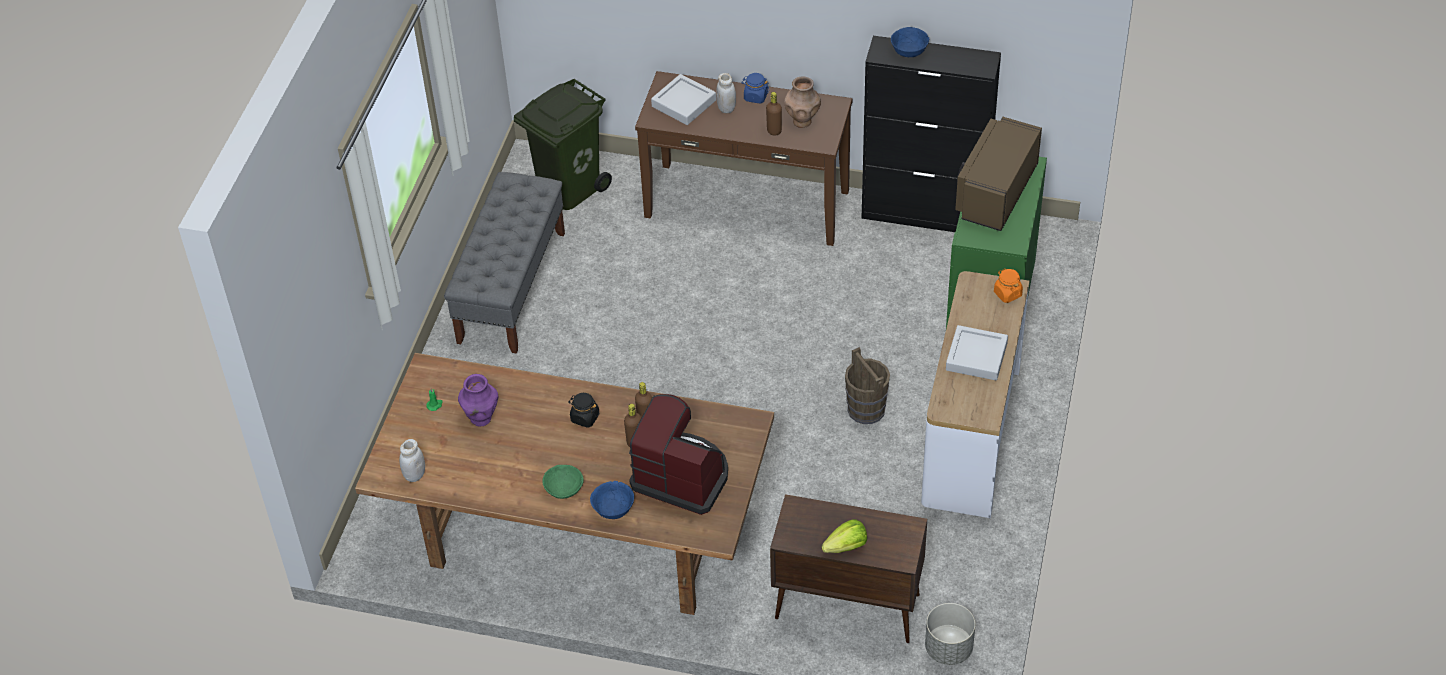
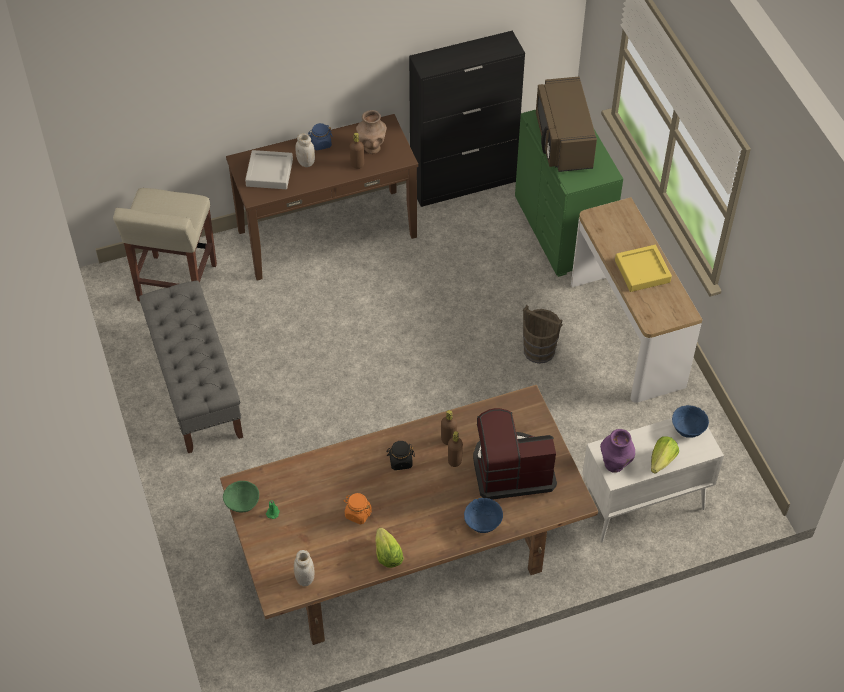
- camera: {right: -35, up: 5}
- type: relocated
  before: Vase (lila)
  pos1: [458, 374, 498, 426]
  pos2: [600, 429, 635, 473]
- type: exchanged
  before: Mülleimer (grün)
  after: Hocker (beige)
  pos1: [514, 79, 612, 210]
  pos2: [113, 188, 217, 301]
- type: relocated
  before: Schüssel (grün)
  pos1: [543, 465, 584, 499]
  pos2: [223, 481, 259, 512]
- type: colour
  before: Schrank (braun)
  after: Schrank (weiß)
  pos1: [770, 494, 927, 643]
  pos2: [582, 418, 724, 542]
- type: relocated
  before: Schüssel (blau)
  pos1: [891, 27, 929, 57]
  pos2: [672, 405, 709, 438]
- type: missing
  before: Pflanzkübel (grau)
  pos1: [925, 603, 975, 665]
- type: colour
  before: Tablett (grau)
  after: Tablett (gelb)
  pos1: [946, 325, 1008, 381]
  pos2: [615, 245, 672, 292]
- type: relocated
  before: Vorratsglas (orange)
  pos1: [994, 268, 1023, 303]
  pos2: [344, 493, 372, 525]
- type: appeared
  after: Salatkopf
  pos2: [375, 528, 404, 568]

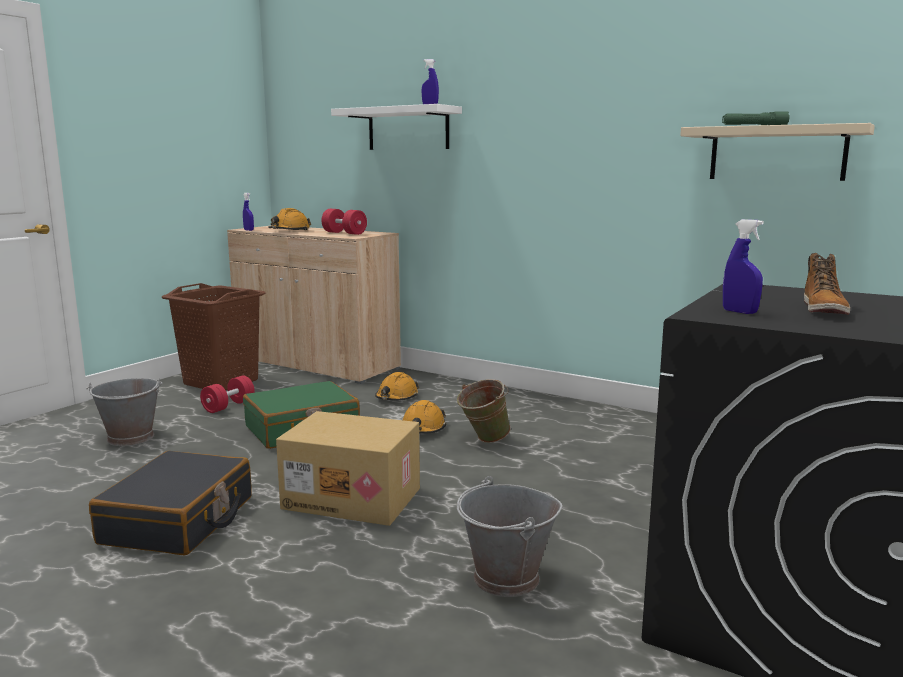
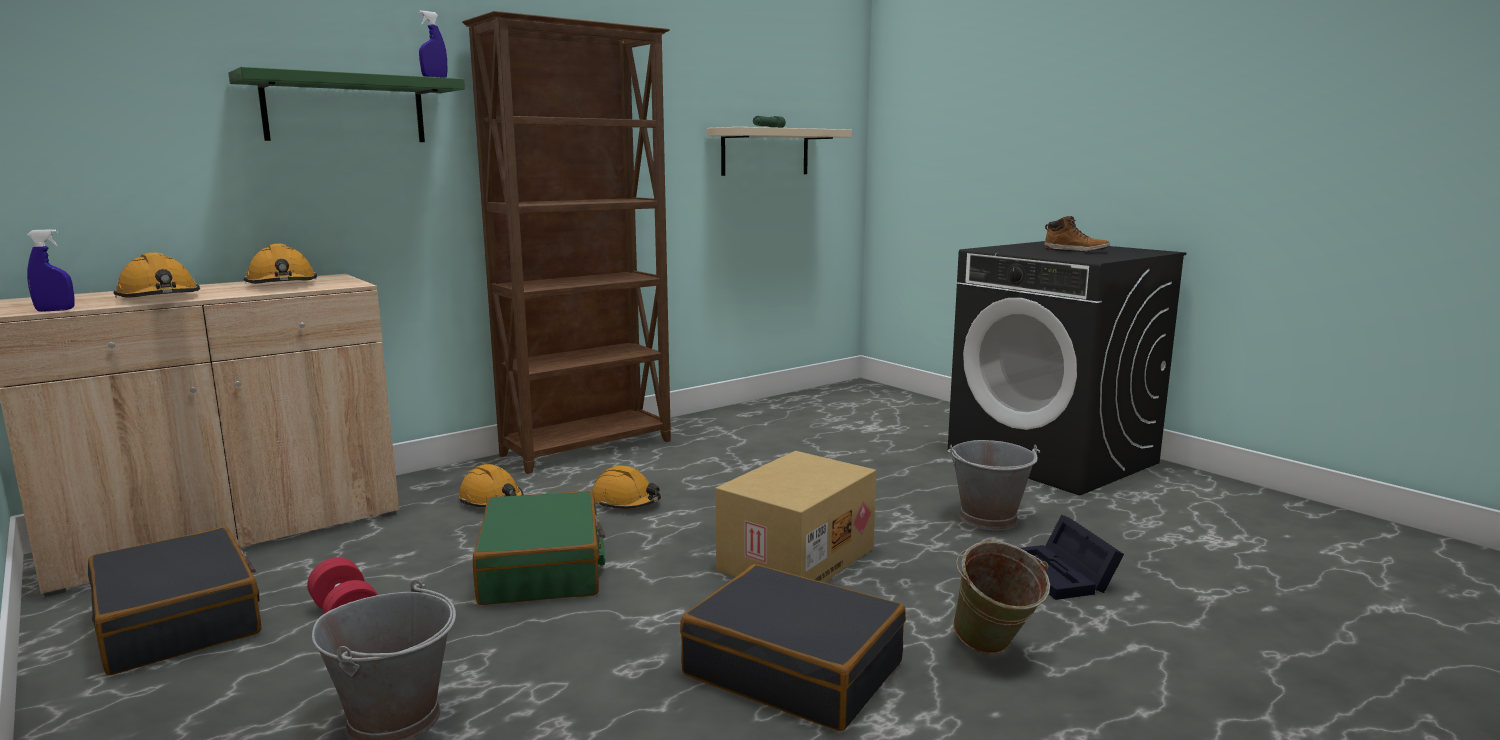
- camera: {right: -70, up: 0}
- type: exchanged
  before: Wäschekorb (braun)
  after: Koffer (schwarz)
  pos1: [162, 283, 265, 390]
  pos2: [88, 527, 261, 675]
- type: exchanged
  before: Hantel (rot)
  after: Schutzhelm (orange)
  pos1: [321, 209, 367, 235]
  pos2: [244, 244, 317, 284]
- type: colour
  before: Wandregal (weiß)
  after: Wandregal (grün)
  pos1: [331, 104, 462, 150]
  pos2: [228, 67, 465, 142]
- type: relocated
  before: Eimer (grün)
  pos1: [457, 379, 511, 443]
  pos2: [953, 541, 1050, 654]
- type: missing
  before: Sprühflasche (blau)
  pos1: [723, 219, 764, 314]
- type: appeared
  after: Bücherregal (braun)
  pos2: [462, 11, 671, 474]
- type: appeared
  after: Aufbewahrungsbox (schwarz)
  pos2: [1021, 515, 1124, 600]

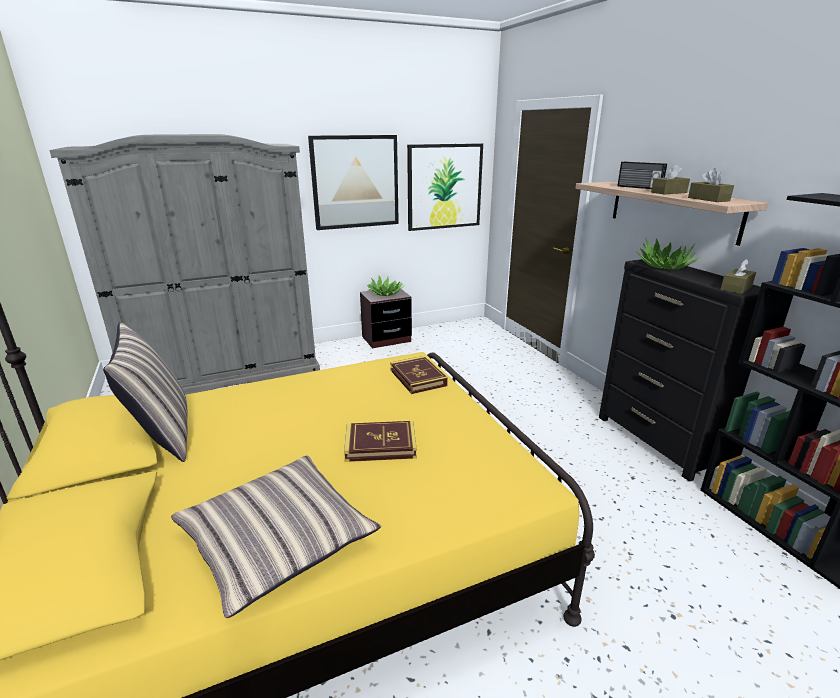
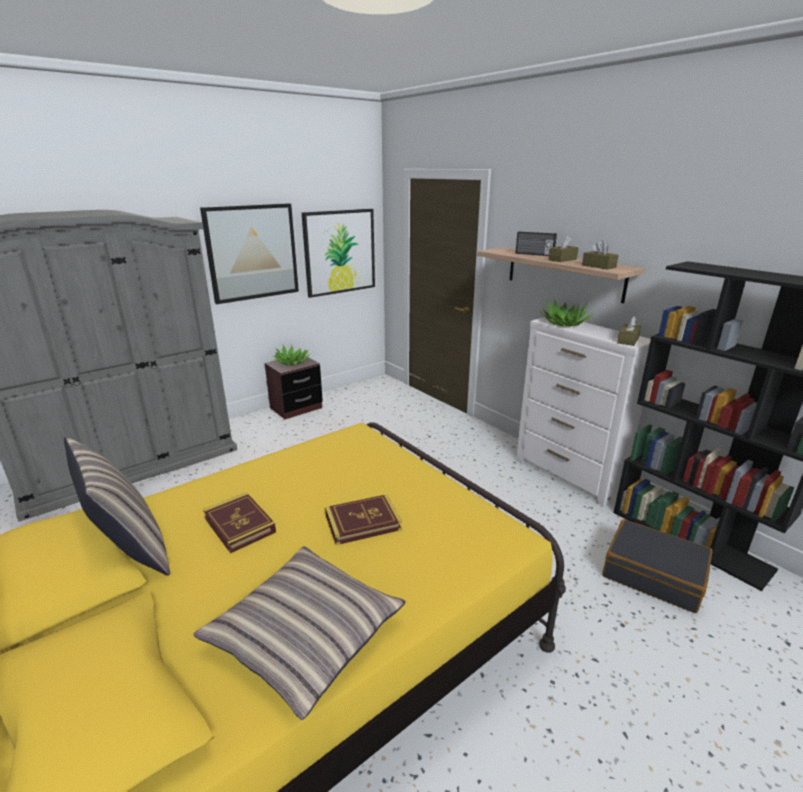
- camera: {right: -15, up: 0}
- type: relocated
  before: Buch
  pos1: [390, 356, 448, 394]
  pos2: [203, 492, 276, 553]
- type: colour
  before: Kommode (schwarz)
  after: Kommode (weiß)
  pos1: [599, 259, 761, 482]
  pos2: [516, 317, 651, 507]
- type: appeared
  after: Koffer (schwarz)
  pos2: [603, 519, 713, 613]

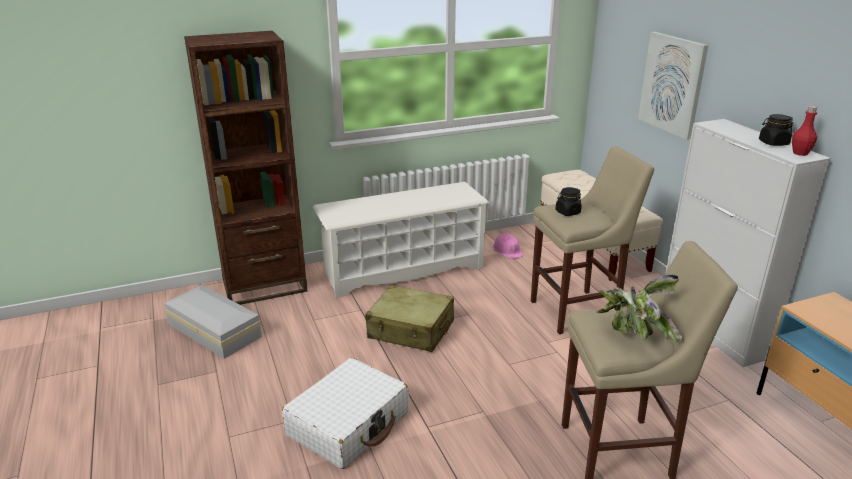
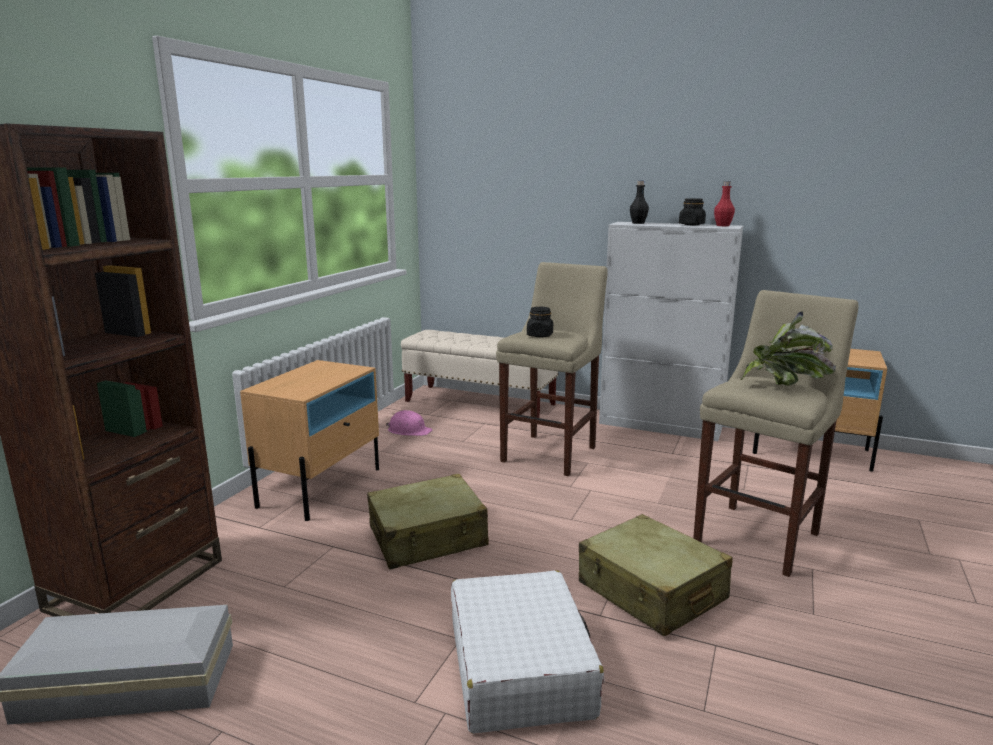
- camera: {right: -45, up: -10}
- type: exchanged
  before: Schuhregal (weiß)
  after: Nachttisch (beige)
  pos1: [313, 182, 490, 298]
  pos2: [240, 360, 379, 521]
- type: missing
  before: Bild
  pos1: [638, 32, 708, 140]
- type: appeared
  after: Koffer (beige)
  pos2: [579, 514, 733, 637]
- type: appeared
  after: Flasche (schwarz)
  pos2: [630, 181, 649, 224]

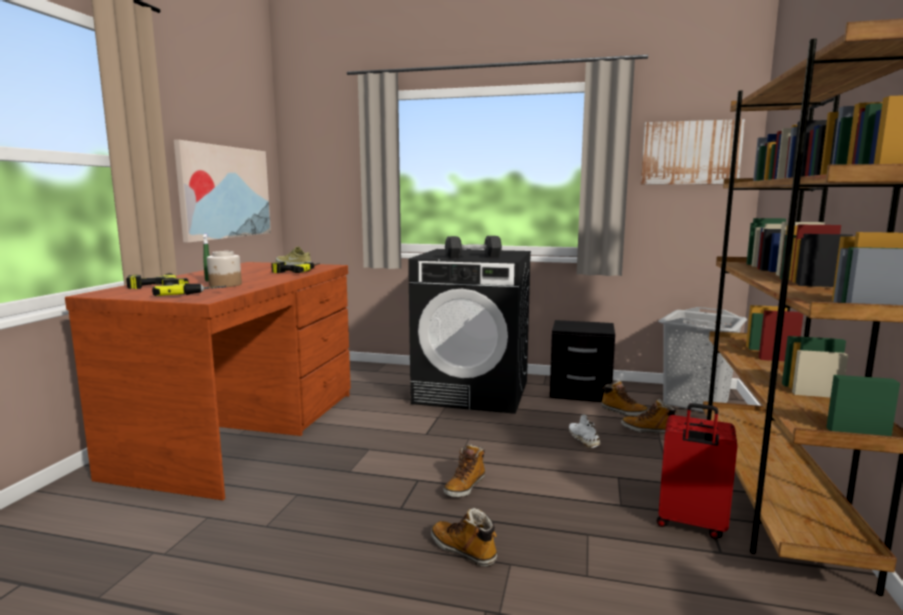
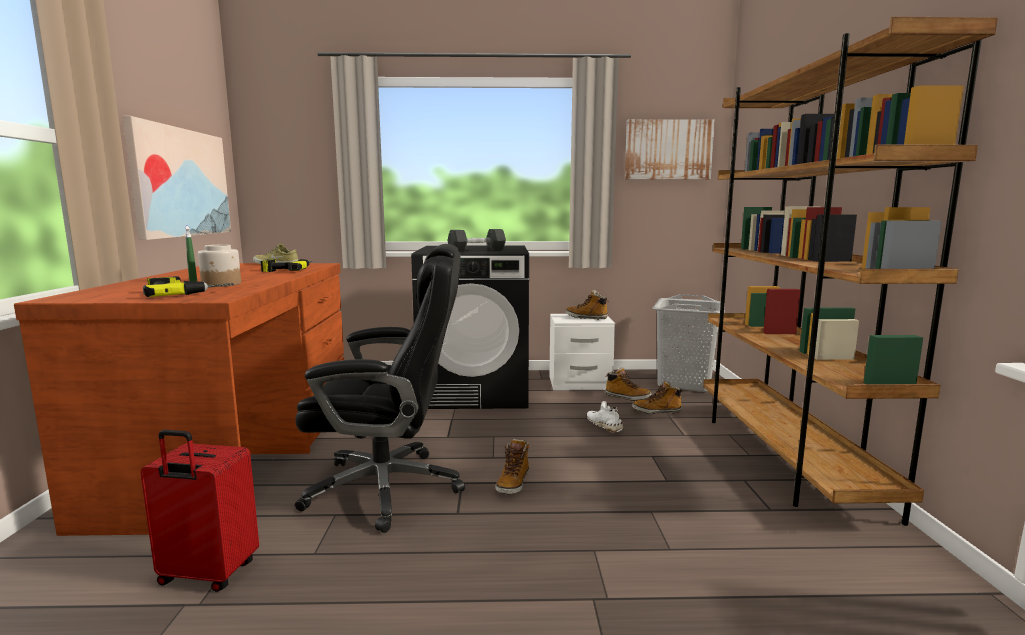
- camera: {right: -15, up: 0}
- type: missing
  before: Bohrmaschine
  pos1: [126, 273, 177, 289]
- type: relocated
  before: Stiefel
  pos1: [431, 508, 497, 567]
  pos2: [565, 290, 608, 320]
- type: colour
  before: Nachttisch (schwarz)
  after: Nachttisch (weiß)
  pos1: [550, 320, 615, 402]
  pos2: [549, 314, 615, 390]
- type: relocated
  before: Koffer (rot)
  pos1: [657, 403, 738, 539]
  pos2: [140, 430, 259, 592]
- type: appeared
  after: Bürostuhl (schwarz)
  pos2: [295, 244, 465, 533]

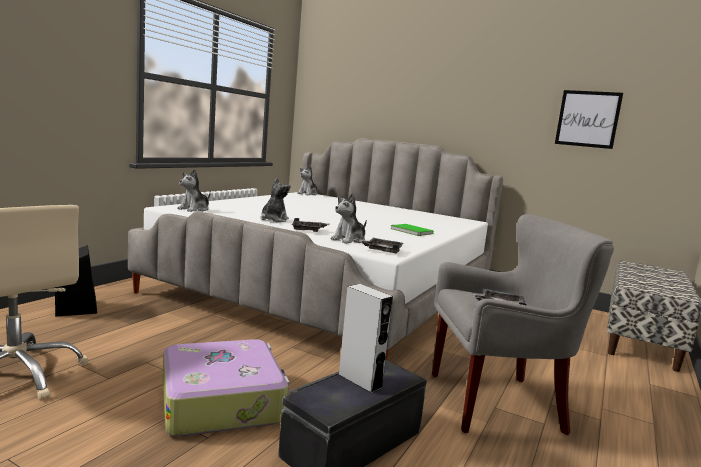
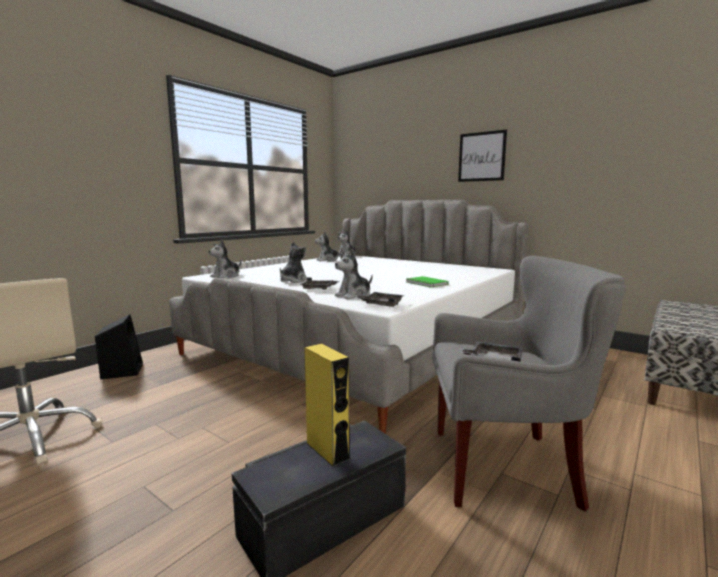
- camera: {right: 10, up: 0}
- type: missing
  before: Koffer
  pos1: [163, 339, 289, 436]
- type: colour
  before: Lautsprecher (grau)
  after: Lautsprecher (gelb)
  pos1: [339, 284, 393, 393]
  pos2: [305, 344, 350, 467]
- type: relocated
  before: Bild
  pos1: [555, 90, 623, 149]
  pos2: [458, 129, 507, 182]
- type: appeared
  after: Plüschtier
  pos2: [315, 232, 342, 262]

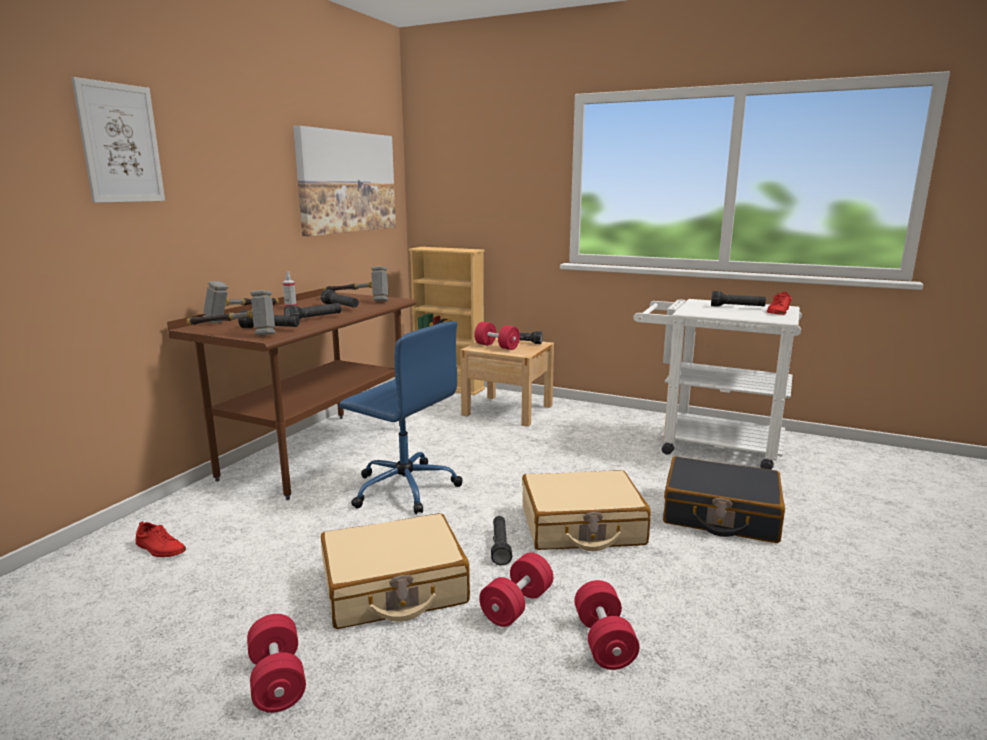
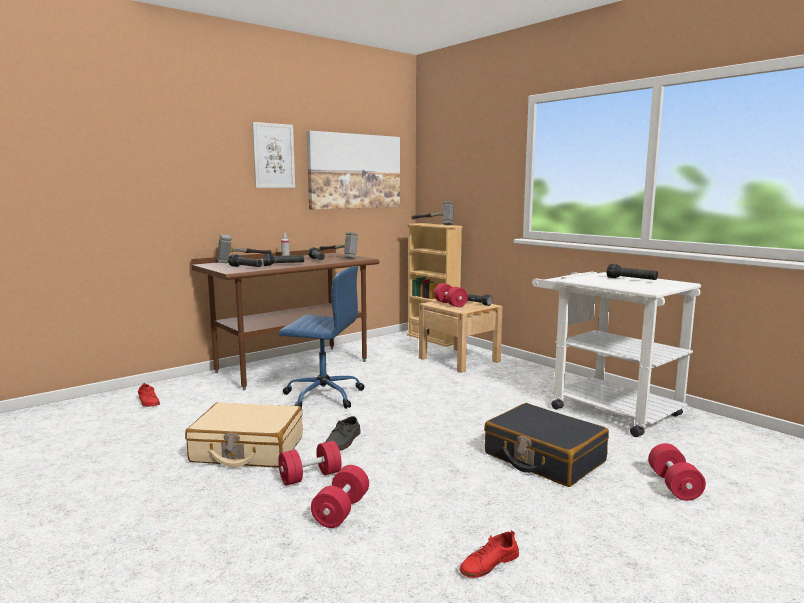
- camera: {right: 25, up: -5}
- type: relocated
  before: Bild
  pos1: [72, 77, 165, 203]
  pos2: [252, 122, 295, 188]
- type: relocated
  before: Hammer
  pos1: [186, 290, 276, 335]
  pos2: [410, 201, 454, 225]
- type: relocated
  before: Hantel (rot)
  pos1: [247, 614, 306, 713]
  pos2: [648, 443, 706, 501]
- type: spun
  before: Bürostuhl (blau)
  pos1: [339, 321, 463, 514]
  pos2: [279, 266, 364, 409]
  turn: -45
- type: exchanged
  before: Taschenlampe (schwarz)
  after: Schuh (grau)
  pos1: [491, 516, 512, 565]
  pos2: [325, 416, 361, 451]
- type: missing
  before: Koffer (beige)
  pos1: [522, 470, 651, 551]
- type: relocated
  before: Schuh (rot)
  pos1: [767, 291, 792, 315]
  pos2: [460, 530, 519, 578]

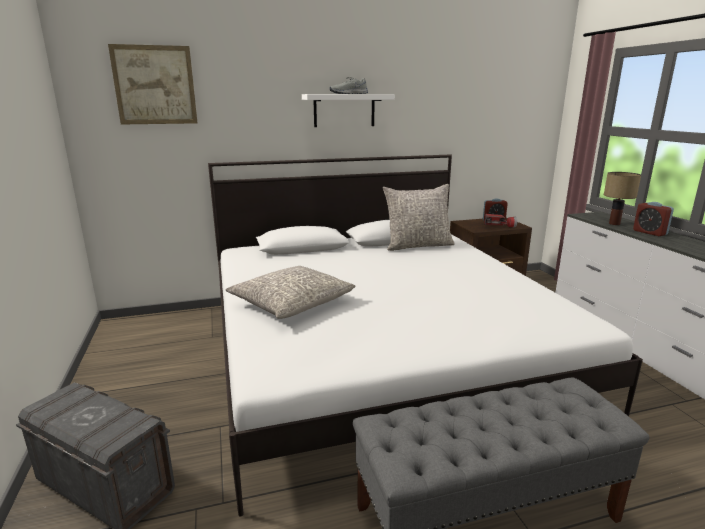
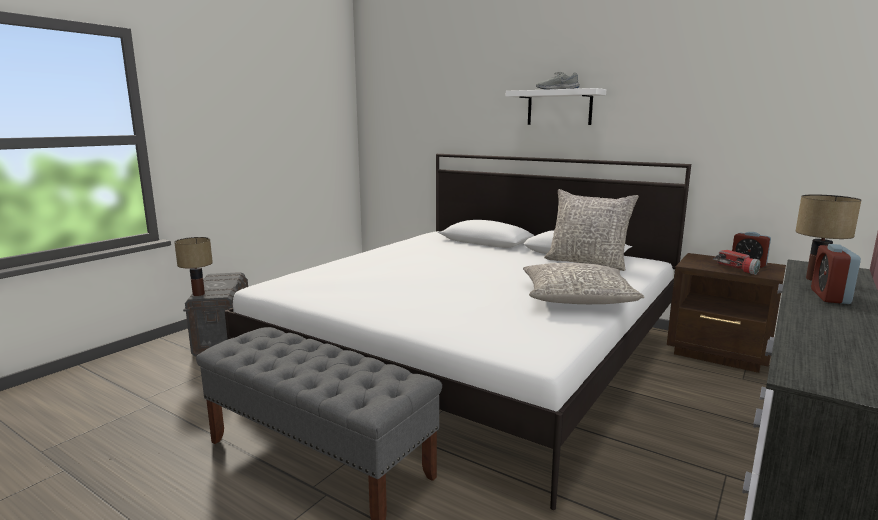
- camera: {right: 50, up: -5}
- type: missing
  before: Bild
  pos1: [108, 44, 197, 125]
- type: relocated
  before: Kissen (grau)
  pos1: [226, 266, 356, 319]
  pos2: [523, 263, 644, 304]
- type: appeared
  after: Tischlampe
  pos2: [174, 237, 213, 296]

